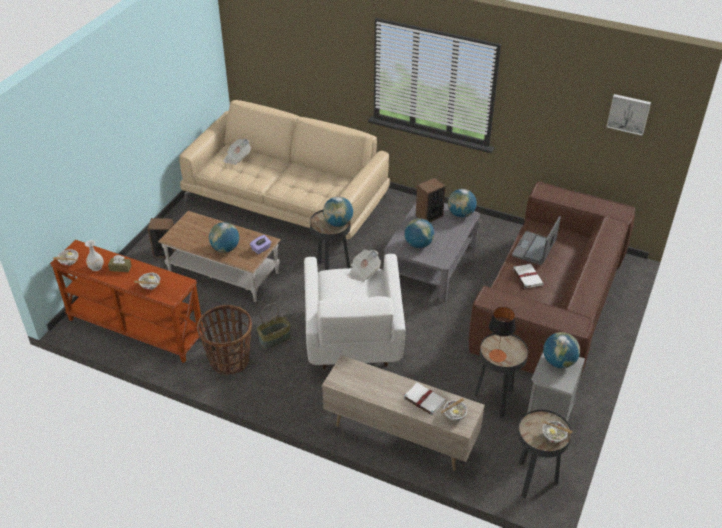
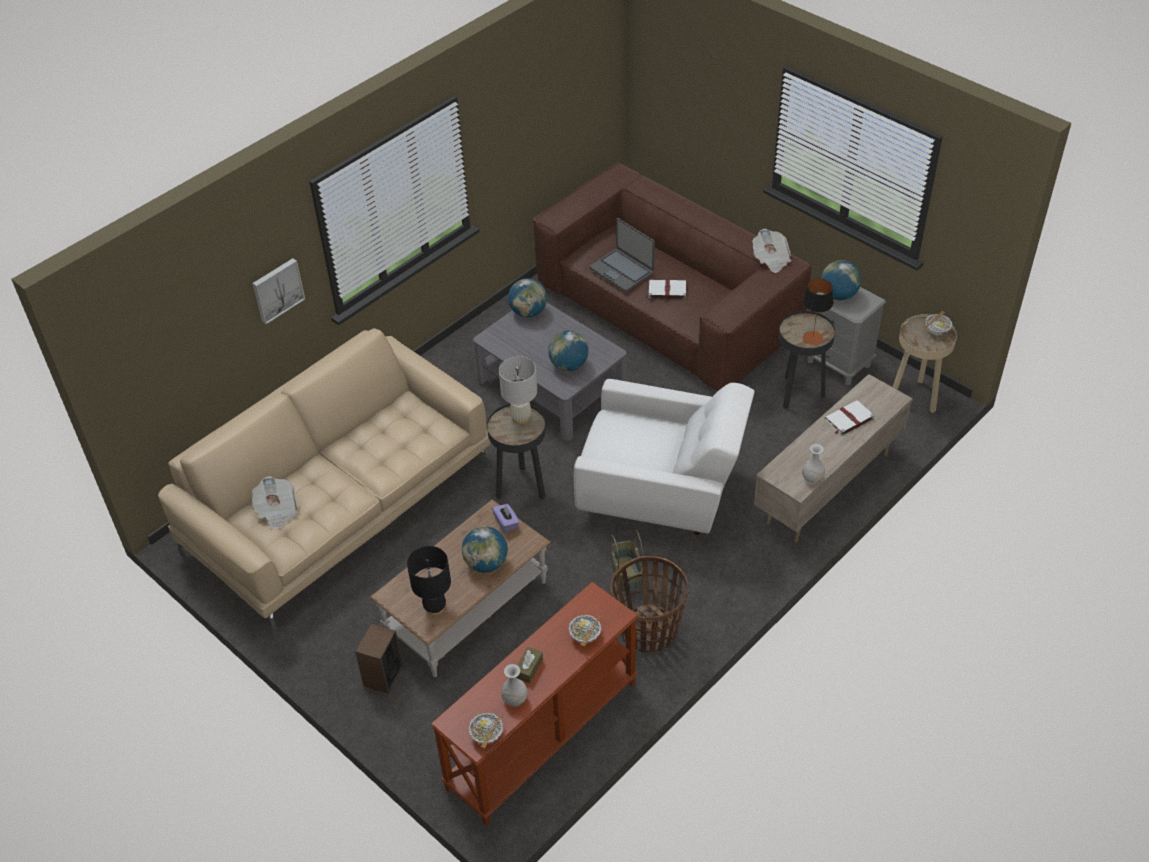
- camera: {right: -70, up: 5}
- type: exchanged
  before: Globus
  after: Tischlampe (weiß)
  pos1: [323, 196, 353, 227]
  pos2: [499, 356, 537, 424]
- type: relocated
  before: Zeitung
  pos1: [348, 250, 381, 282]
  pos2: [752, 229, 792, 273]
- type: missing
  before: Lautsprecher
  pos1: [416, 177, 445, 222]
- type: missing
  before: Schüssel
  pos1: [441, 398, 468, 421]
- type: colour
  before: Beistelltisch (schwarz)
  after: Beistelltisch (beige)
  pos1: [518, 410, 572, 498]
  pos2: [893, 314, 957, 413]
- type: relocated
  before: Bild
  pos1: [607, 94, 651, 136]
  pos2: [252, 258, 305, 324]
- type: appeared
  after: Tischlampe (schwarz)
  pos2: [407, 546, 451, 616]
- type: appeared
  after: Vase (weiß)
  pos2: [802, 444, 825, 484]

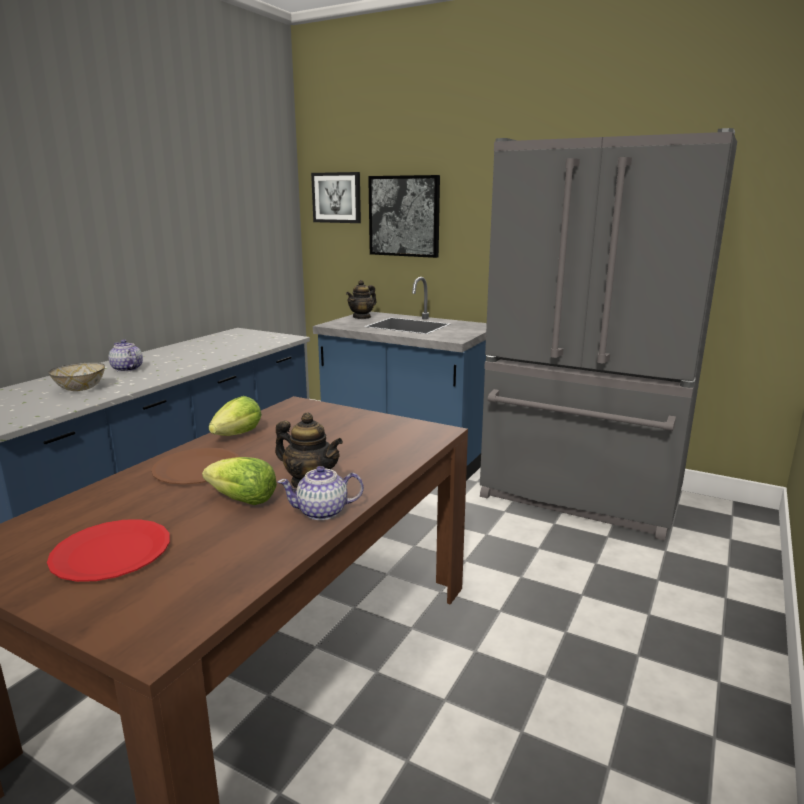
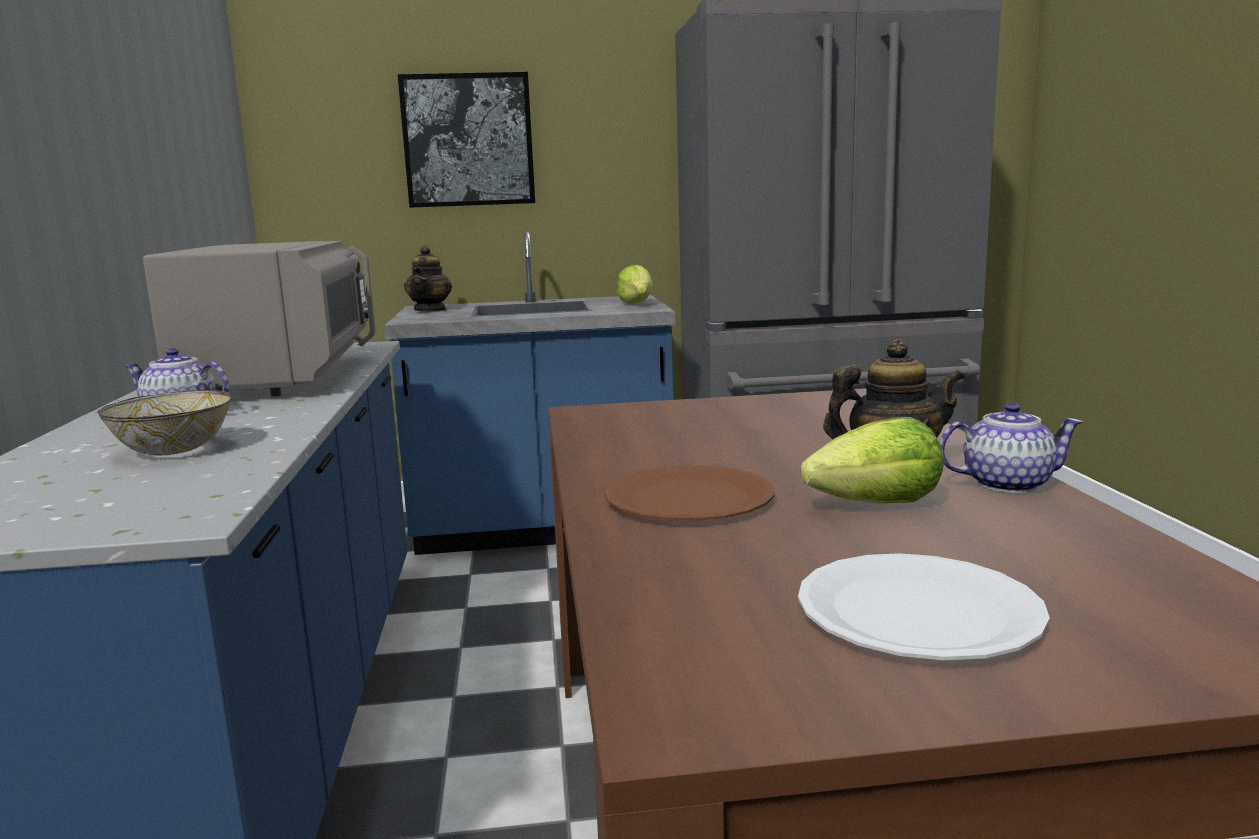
- camera: {right: -35, up: -5}
- type: colour
  before: Teller (rot)
  after: Teller (weiß)
  pos1: [47, 519, 170, 582]
  pos2: [798, 553, 1050, 660]
- type: relocated
  before: Salatkopf
  pos1: [209, 396, 262, 436]
  pos2: [617, 265, 653, 304]
- type: spun
  before: Teekanne
  pos1: [278, 466, 364, 520]
  pos2: [939, 403, 1083, 493]
  turn: -135
- type: missing
  before: Bild
  pos1: [311, 172, 361, 223]
- type: appeared
  after: Mikrowelle (grau)
  pos2: [143, 241, 375, 396]

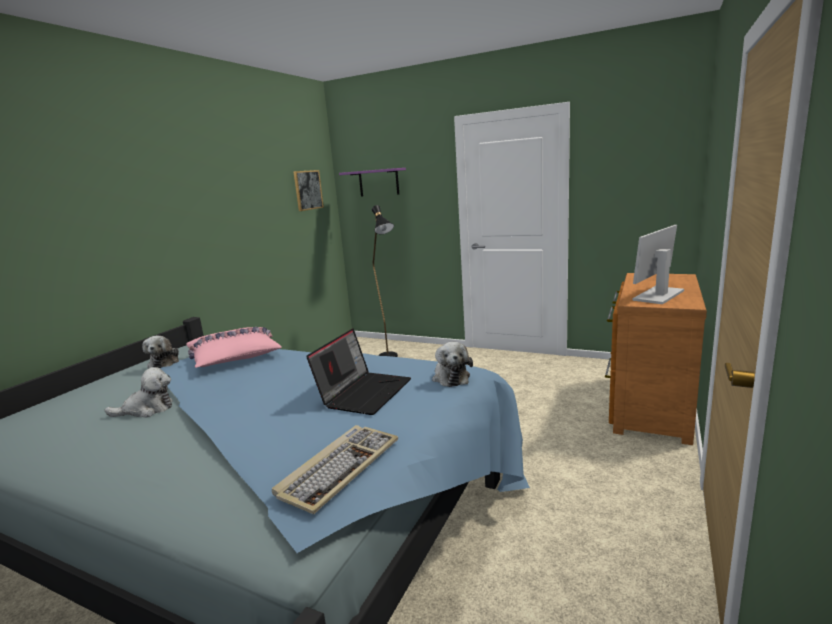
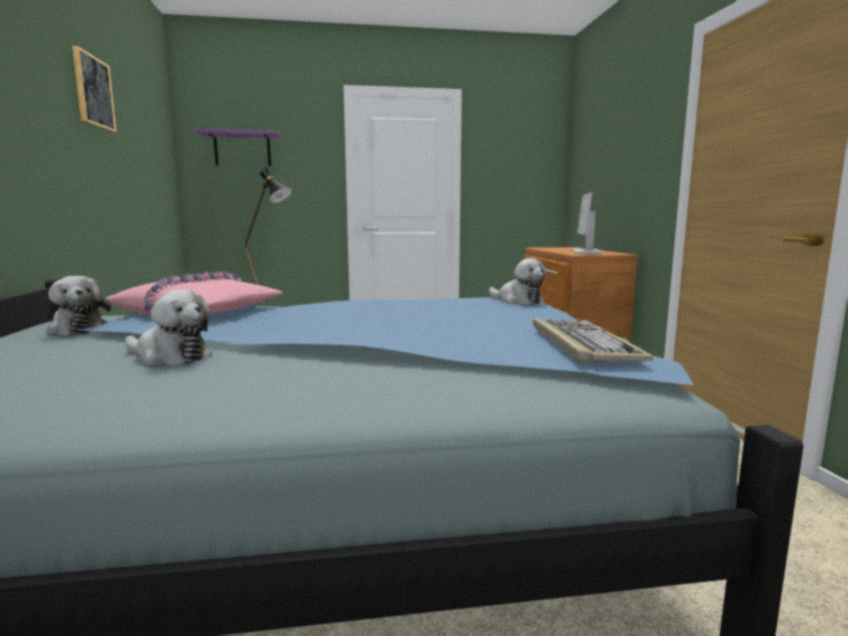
- camera: {right: -35, up: -5}
- type: spun
  before: Plüschtier
  pos1: [104, 367, 173, 418]
  pos2: [125, 290, 212, 366]
  turn: 75
- type: relocated
  before: Bild
  pos1: [293, 170, 324, 211]
  pos2: [72, 46, 116, 132]
- type: missing
  before: Laptop
  pos1: [306, 328, 411, 415]

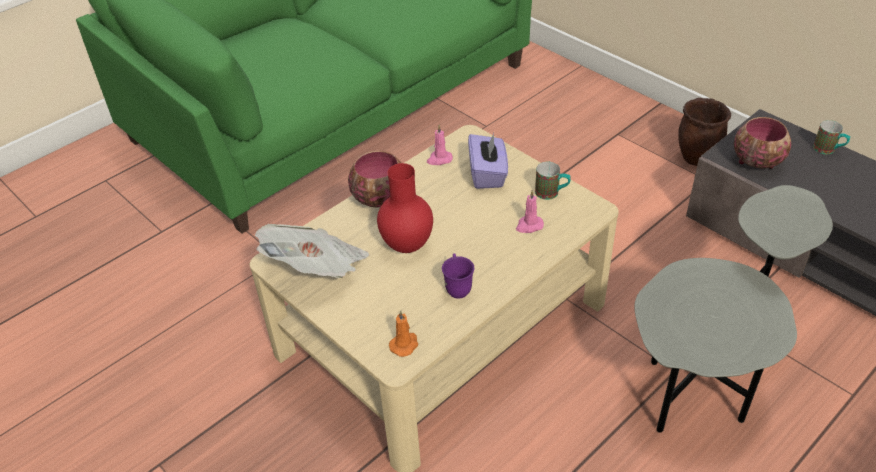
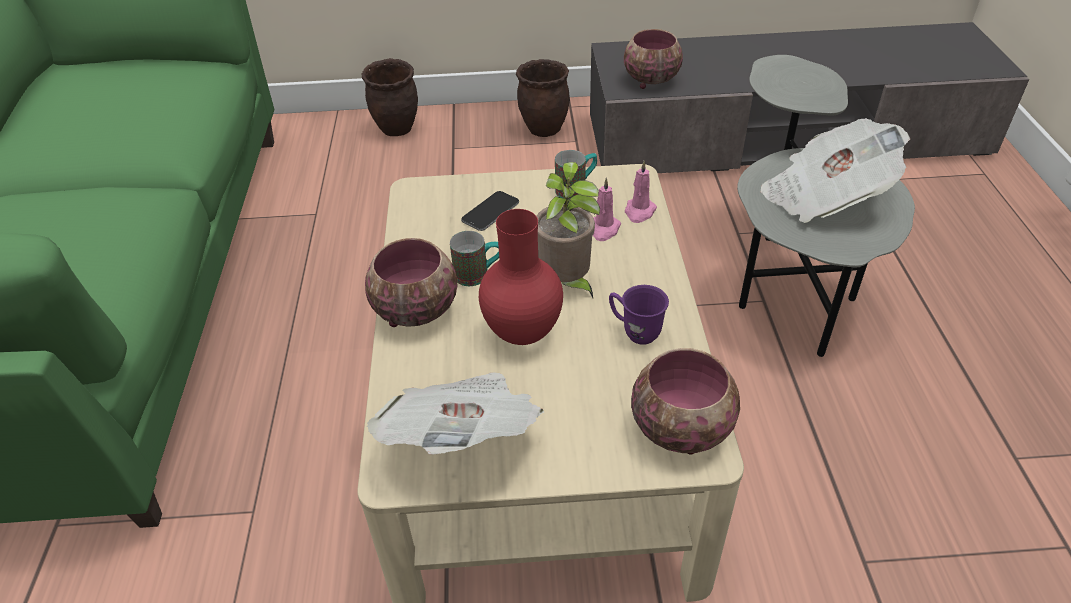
- camera: {right: -50, up: 0}
- type: exchanged
  before: Kerze (orange)
  after: Schüssel
  pos1: [389, 310, 418, 357]
  pos2: [631, 348, 740, 455]
- type: relocated
  before: Kerze (rosa)
  pos1: [427, 125, 453, 165]
  pos2: [625, 161, 657, 223]
- type: exchanged
  before: Taschentuchbox (lila)
  after: Handy
  pos1: [468, 133, 508, 189]
  pos2: [461, 191, 519, 231]
- type: relocated
  before: Henkelbecher
  pos1: [813, 120, 851, 154]
  pos2: [450, 231, 499, 286]
- type: appeared
  after: Pflanzkübel (braun)
  pos2: [362, 58, 418, 136]
- type: appeared
  after: Topfpflanze
  pos2: [537, 162, 600, 298]
- type: appeared
  after: Zeitung
  pos2: [761, 118, 910, 223]

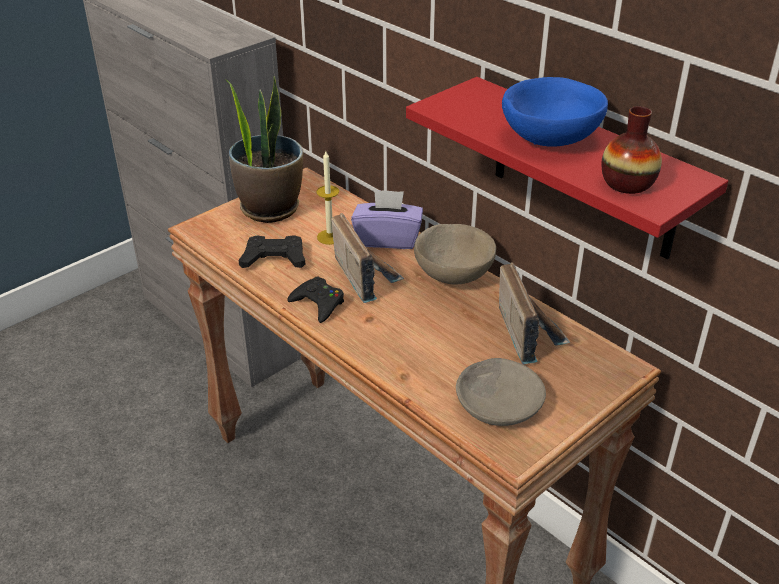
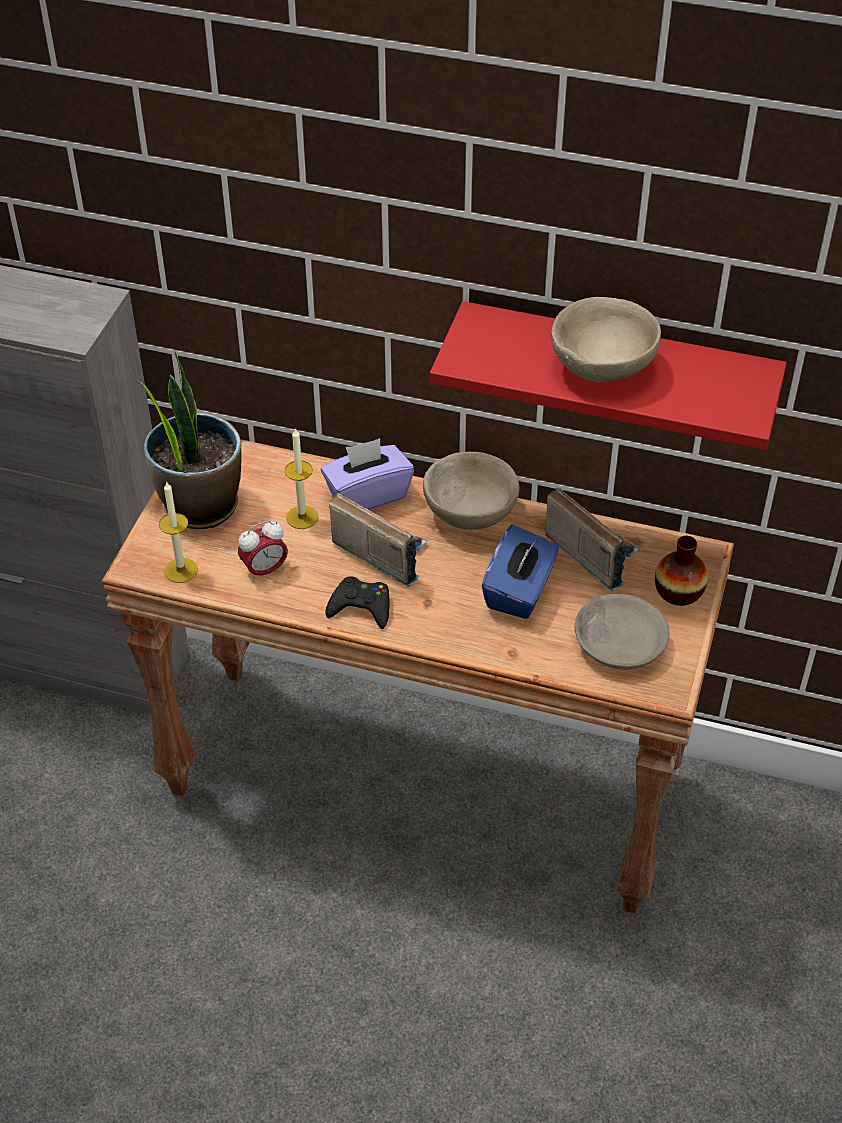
- camera: {right: -30, up: 10}
- type: exchanged
  before: Gamepad (schwarz)
  after: Wecker
  pos1: [238, 235, 305, 268]
  pos2: [238, 520, 288, 582]
- type: colour
  before: Schüssel (blau)
  after: Schüssel (beige)
  pos1: [502, 77, 608, 147]
  pos2: [551, 297, 661, 383]
- type: relocated
  before: Vase
  pos1: [602, 106, 662, 194]
  pos2: [655, 536, 708, 606]
- type: appeared
  after: Kerze
  pos2: [159, 481, 198, 583]
- type: appeared
  after: Taschentuchbox (blau)
  pos2: [482, 524, 559, 619]

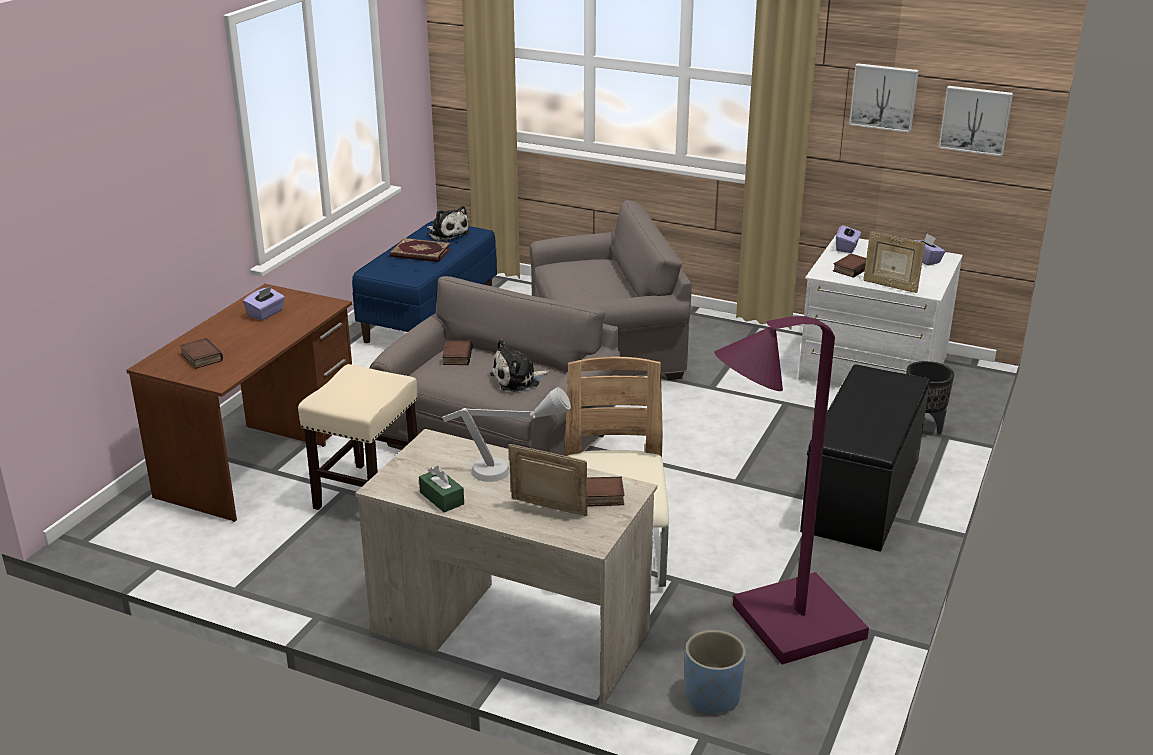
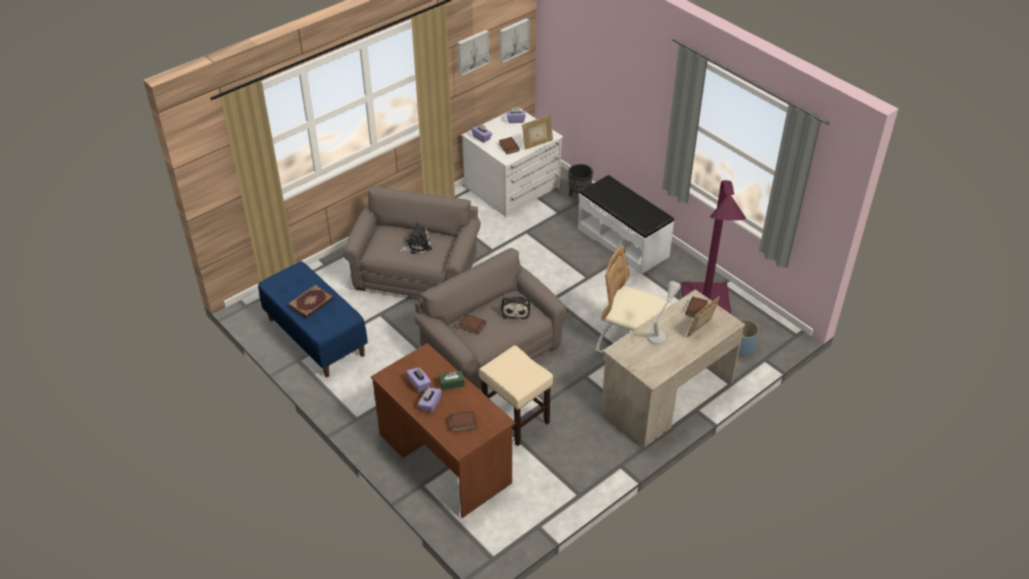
- camera: {right: -65, up: 15}
- type: relocated
  before: Taschentuchbox (grün)
  pos1: [419, 466, 464, 512]
  pos2: [439, 371, 464, 390]
- type: relocated
  before: Plüschtier
  pos1: [427, 206, 470, 242]
  pos2: [399, 223, 432, 254]
- type: colour
  before: Bank (schwarz)
  after: Bank (weiß)
  pos1: [800, 364, 930, 552]
  pos2: [578, 175, 674, 274]
- type: appeared
  after: Taschentuchbox (lila)
  pos2: [418, 387, 442, 413]

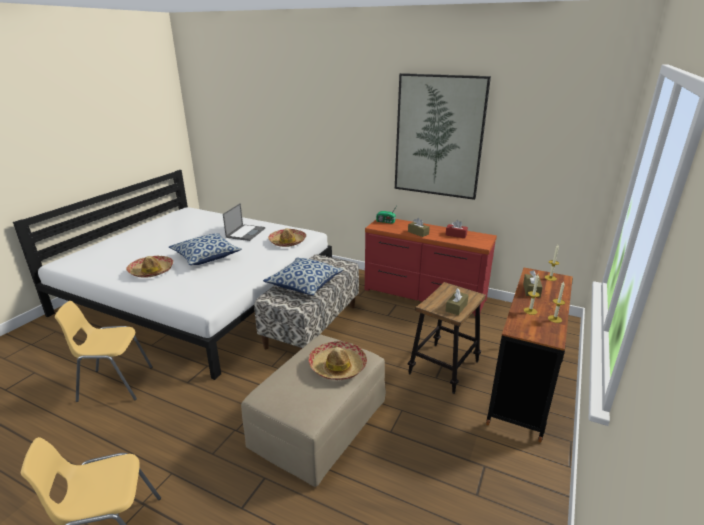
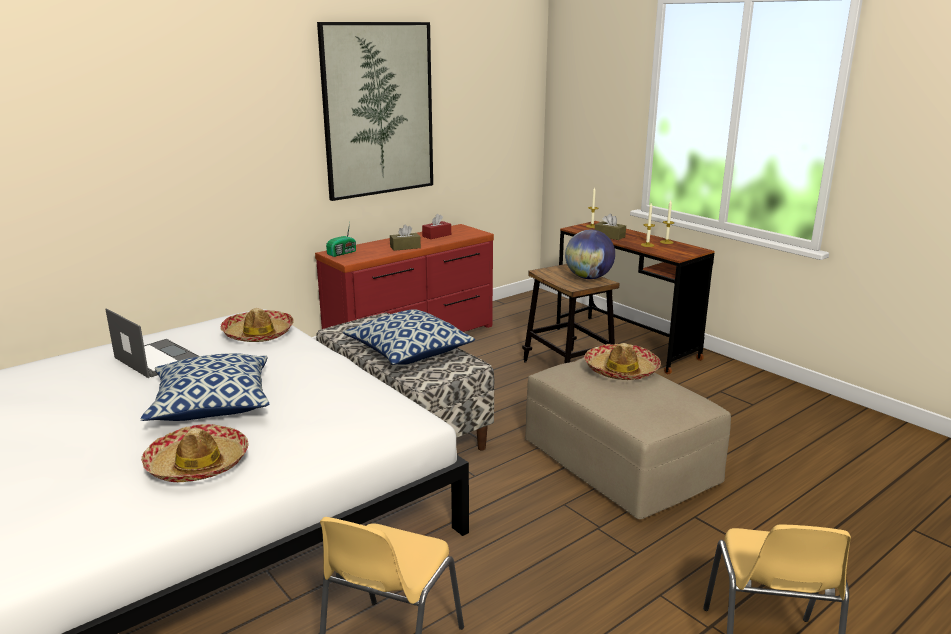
- camera: {right: -65, up: -5}
- type: exchanged
  before: Taschentuchbox (braun)
  after: Globus
  pos1: [446, 288, 469, 315]
  pos2: [565, 230, 615, 279]

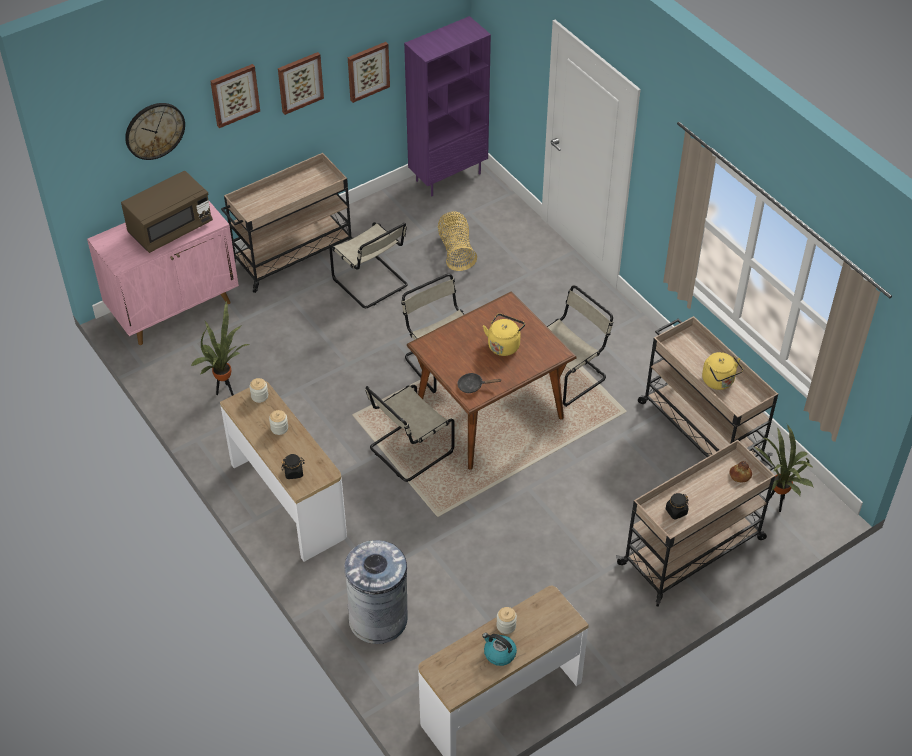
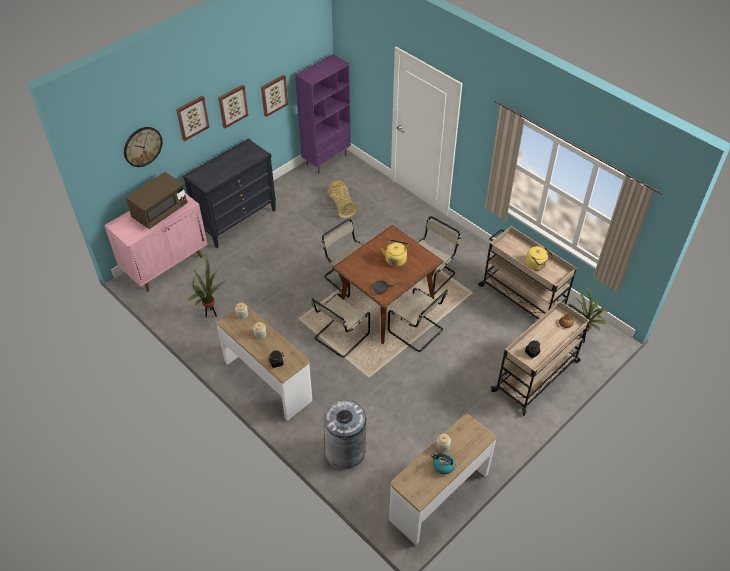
- camera: {right: -10, up: 0}
- type: exchanged
  before: Rollwagen (beige)
  after: Kommode (schwarz)
  pos1: [221, 153, 353, 293]
  pos2: [183, 138, 276, 248]
- type: relocated
  before: Stuhl (beige)
  pos1: [329, 222, 408, 308]
  pos2: [388, 288, 448, 352]

